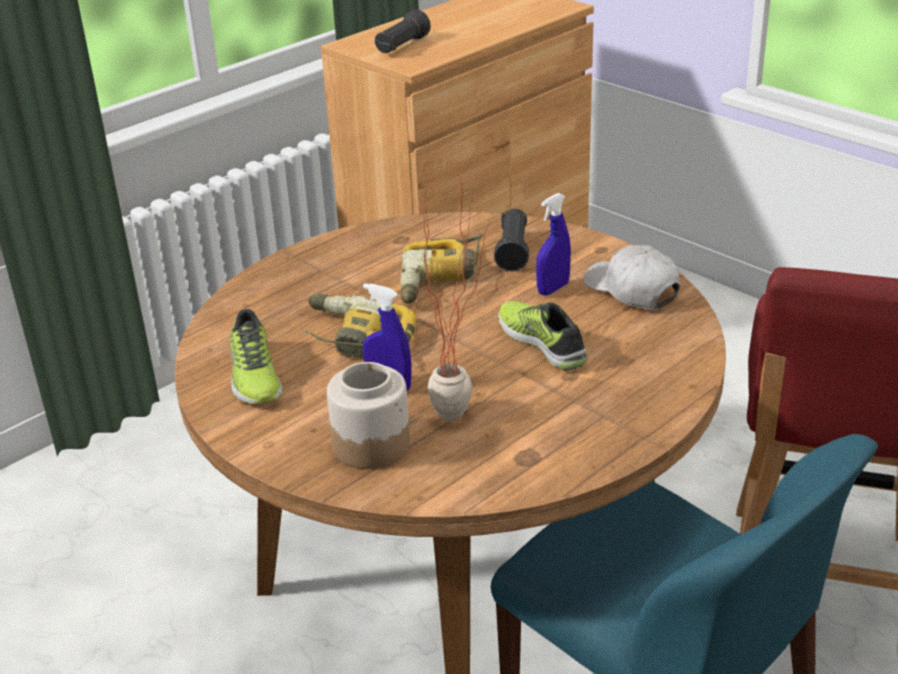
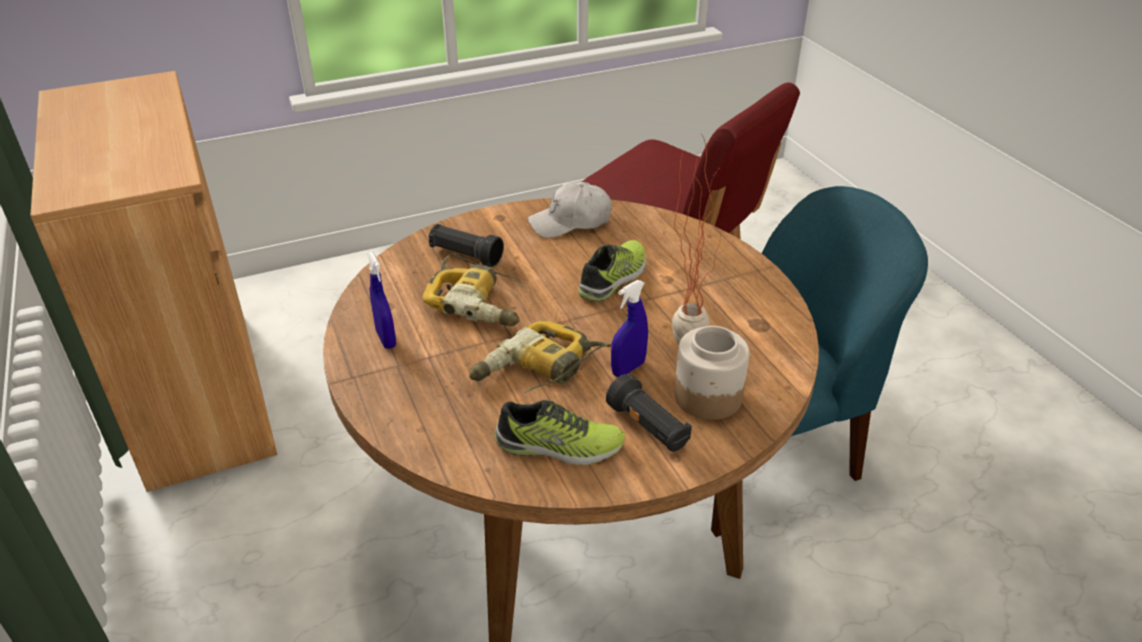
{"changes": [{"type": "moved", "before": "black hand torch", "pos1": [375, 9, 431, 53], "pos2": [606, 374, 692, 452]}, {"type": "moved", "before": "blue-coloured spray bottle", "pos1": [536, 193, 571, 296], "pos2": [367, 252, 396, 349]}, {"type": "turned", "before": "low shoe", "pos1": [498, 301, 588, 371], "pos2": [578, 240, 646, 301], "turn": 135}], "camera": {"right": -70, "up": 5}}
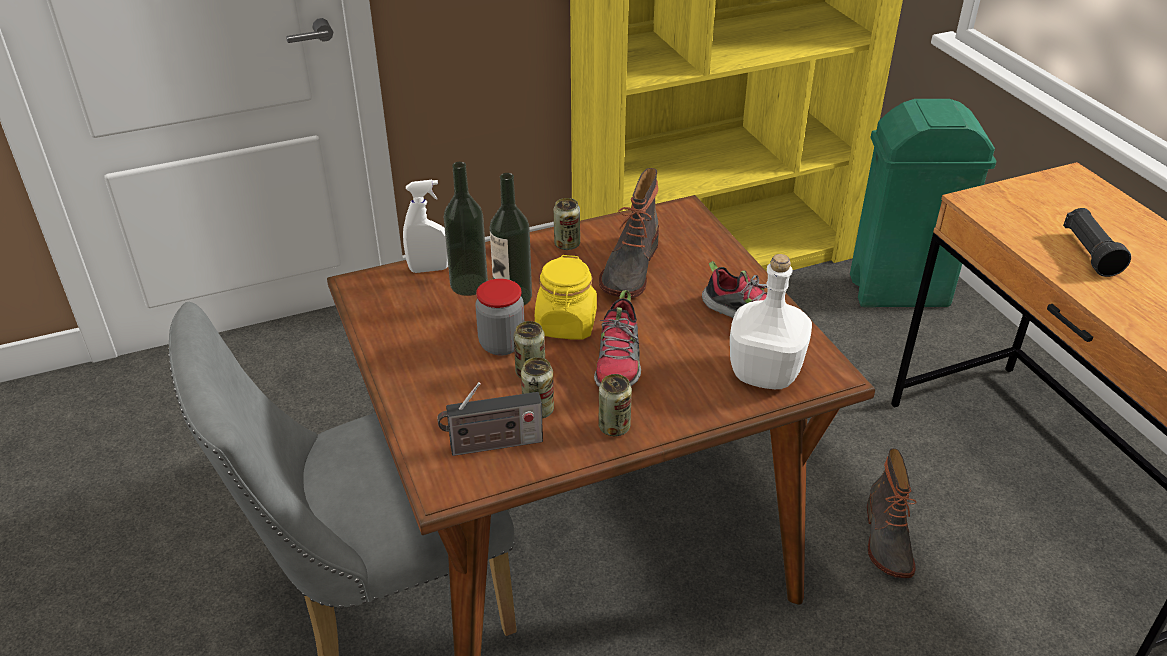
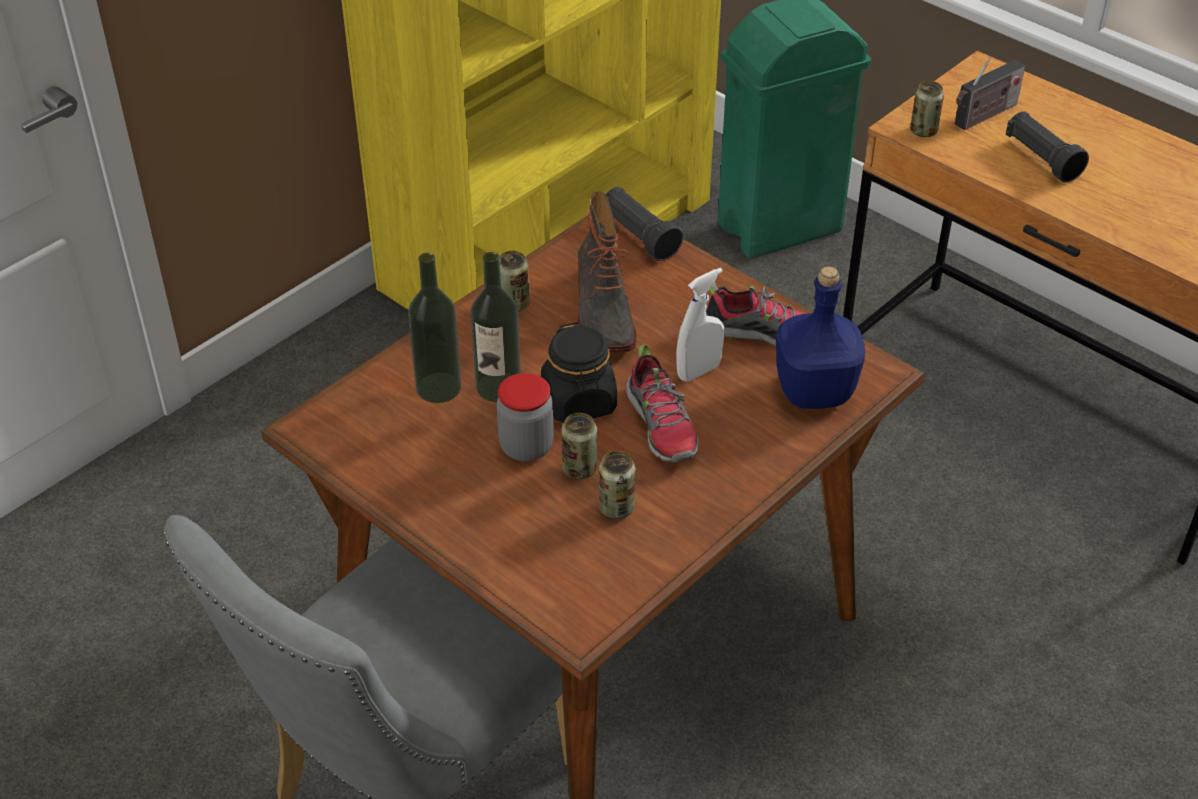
{"changes": [{"type": "moved", "before": "white-coloured spray bottle", "pos1": [403, 180, 448, 273], "pos2": [676, 268, 724, 381]}, {"type": "recoloured", "before": "white-coloured bottle", "after": "blue-coloured bottle", "pos1": [730, 254, 812, 389], "pos2": [776, 267, 865, 409]}, {"type": "recoloured", "before": "yellow-coloured preserve jar", "after": "black preserve jar", "pos1": [535, 255, 597, 340], "pos2": [541, 322, 617, 423]}, {"type": "moved", "before": "metal can", "pos1": [598, 374, 632, 436], "pos2": [910, 81, 944, 137]}, {"type": "moved", "before": "radio receiver", "pos1": [437, 382, 543, 456], "pos2": [955, 57, 1025, 130]}, {"type": "removed", "before": "boot", "pos1": [867, 448, 917, 578]}, {"type": "added", "after": "black hand torch", "pos2": [606, 187, 683, 261]}], "camera": {"right": -25, "up": 5}}
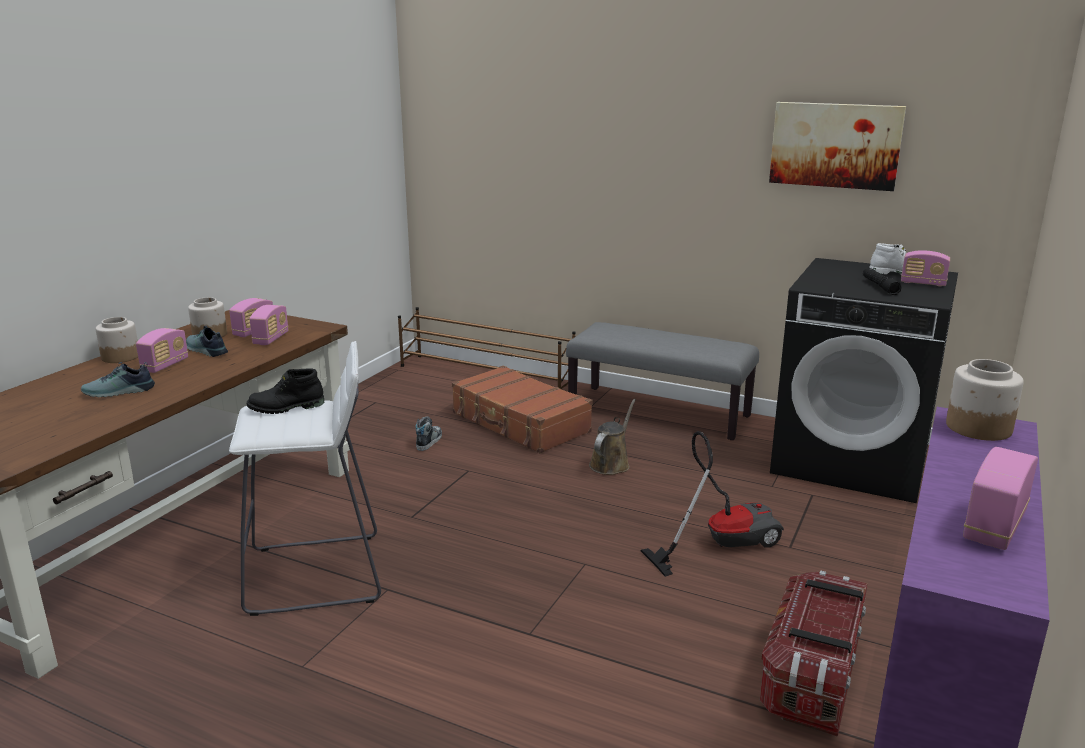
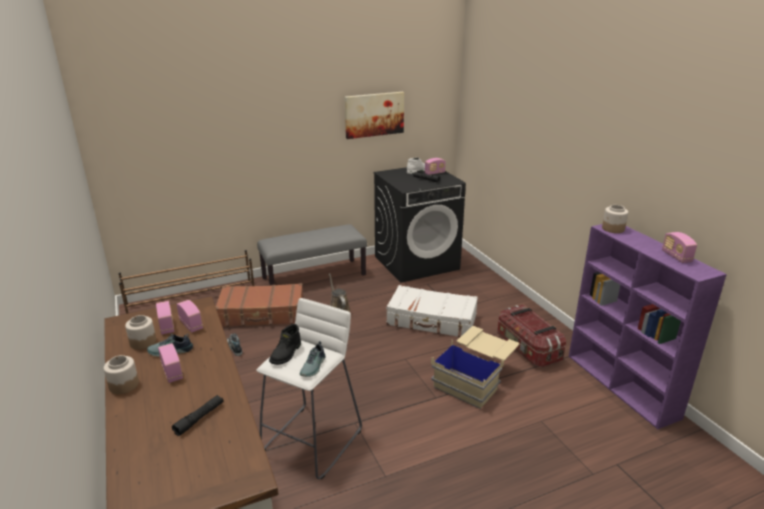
{"changes": [{"type": "moved", "before": "low shoe", "pos1": [81, 362, 155, 397], "pos2": [300, 341, 325, 377]}, {"type": "replaced", "before": "vacuum cleaner", "after": "white-coloured suitcase", "pos1": [641, 431, 784, 577], "pos2": [386, 285, 478, 337]}, {"type": "added", "after": "beige storage bin", "pos2": [431, 326, 520, 409]}, {"type": "added", "after": "black hand torch", "pos2": [172, 395, 224, 436]}], "camera": {"right": -50, "up": 5}}
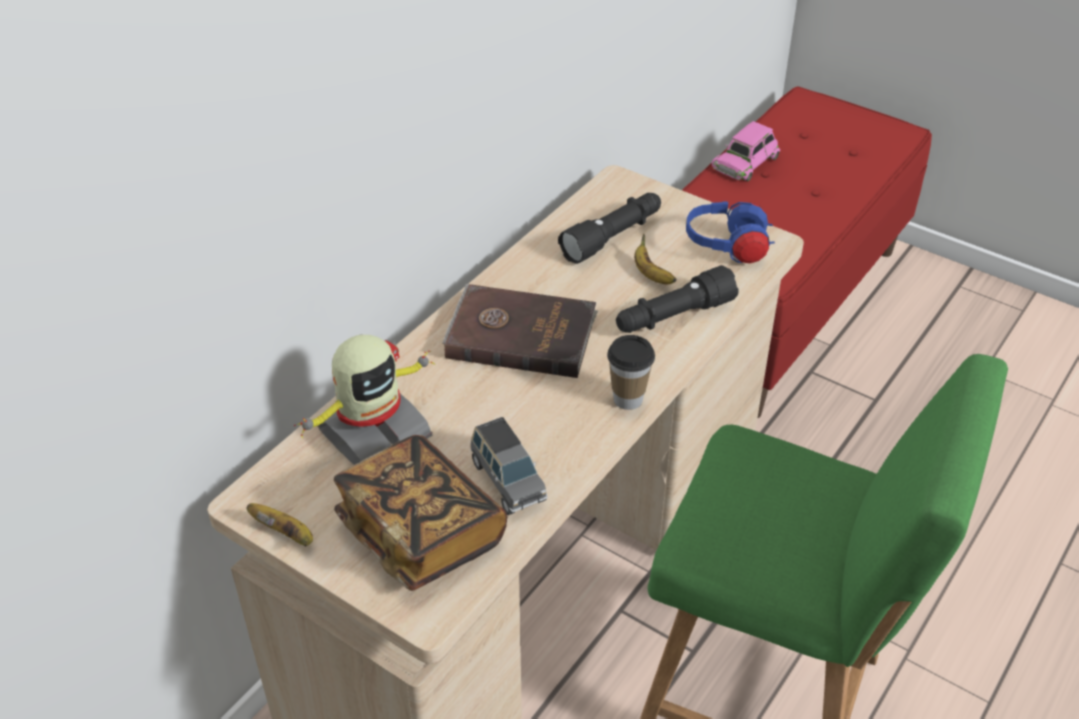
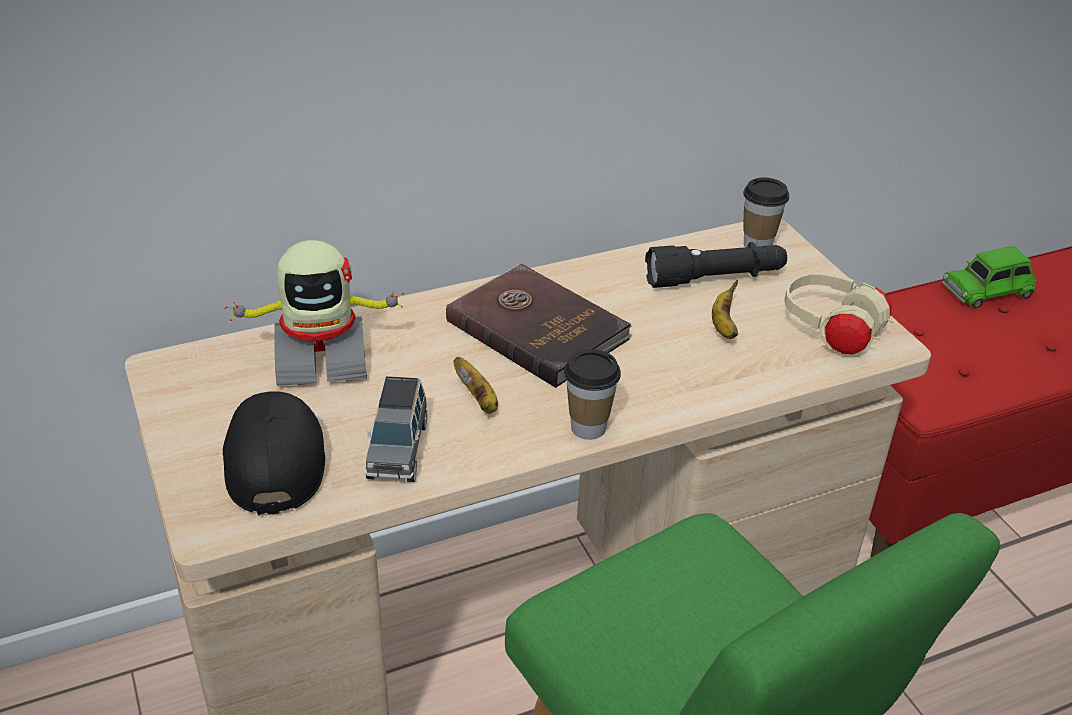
{"changes": [{"type": "recoloured", "before": "pinkish model car", "after": "green-coloured model car", "pos1": [712, 121, 780, 181], "pos2": [942, 246, 1036, 308]}, {"type": "recoloured", "before": "blue-coloured pair of headphones", "after": "beige pair of headphones", "pos1": [686, 201, 775, 263], "pos2": [784, 273, 894, 354]}, {"type": "removed", "before": "black hand torch", "pos1": [616, 265, 739, 333]}, {"type": "replaced", "before": "book", "after": "black cap", "pos1": [334, 435, 507, 591], "pos2": [223, 391, 325, 515]}, {"type": "moved", "before": "whole banana", "pos1": [247, 503, 313, 546], "pos2": [454, 357, 498, 414]}, {"type": "added", "after": "cup", "pos2": [743, 178, 789, 247]}], "camera": {"right": 30, "up": -5}}
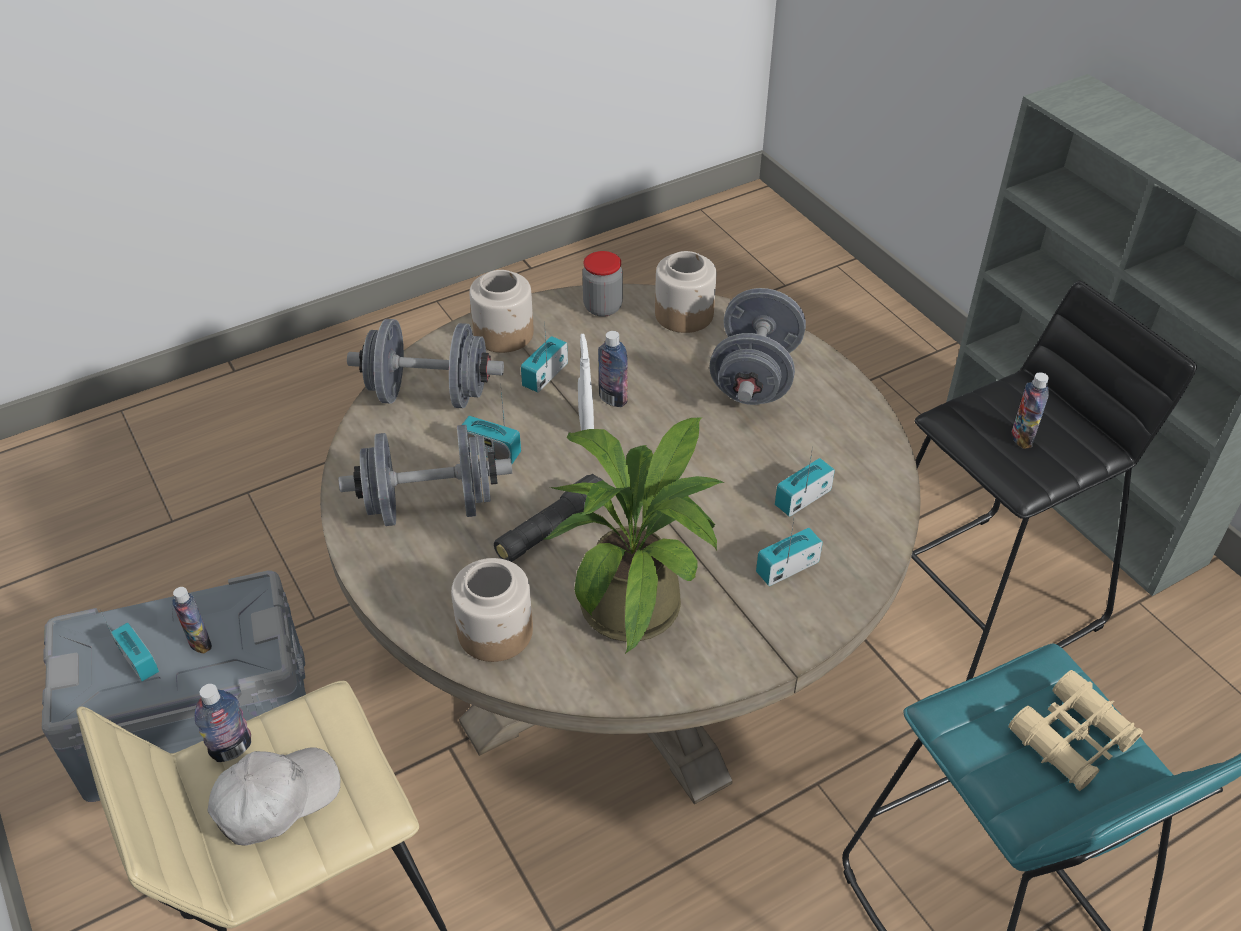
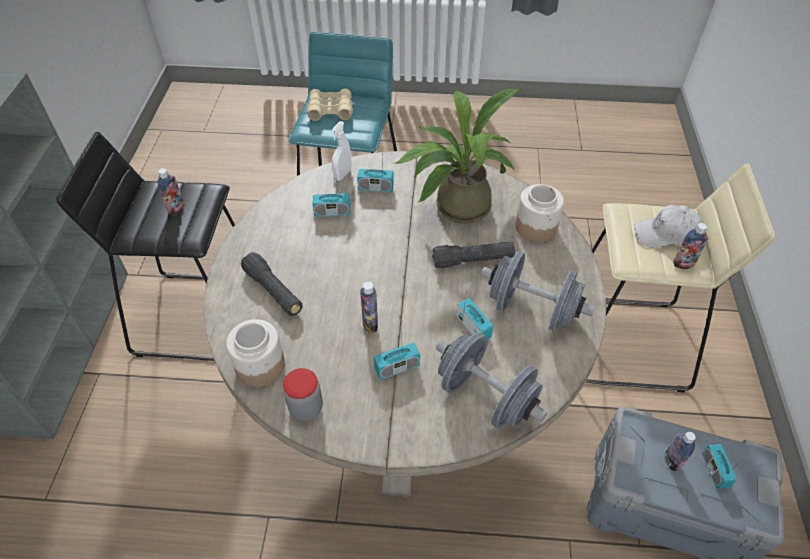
{"changes": [{"type": "removed", "before": "preserve jar", "pos1": [469, 270, 534, 353]}, {"type": "replaced", "before": "grey free weight", "after": "black hand torch", "pos1": [709, 288, 806, 405], "pos2": [241, 252, 303, 316]}, {"type": "moved", "before": "white-coloured spray bottle", "pos1": [578, 334, 594, 431], "pos2": [331, 121, 351, 181]}], "camera": {"right": -145, "up": 5}}
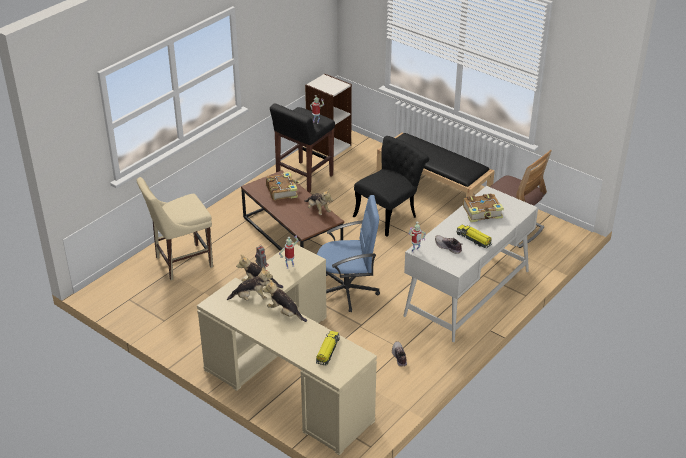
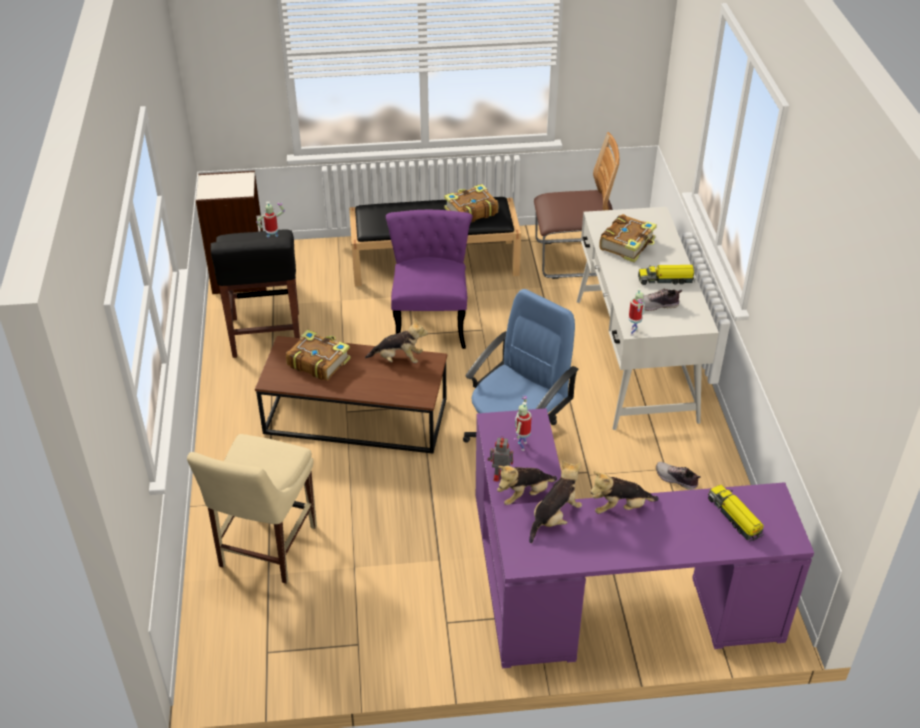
{"changes": [{"type": "recoloured", "before": "black upright chair", "after": "purple upright chair", "pos1": [353, 136, 429, 236], "pos2": [386, 210, 472, 349]}, {"type": "recoloured", "before": "beige desk unit", "after": "purple desk unit", "pos1": [197, 242, 377, 455], "pos2": [475, 408, 814, 668]}, {"type": "added", "after": "book", "pos2": [444, 184, 498, 223]}], "camera": {"right": -45, "up": 5}}
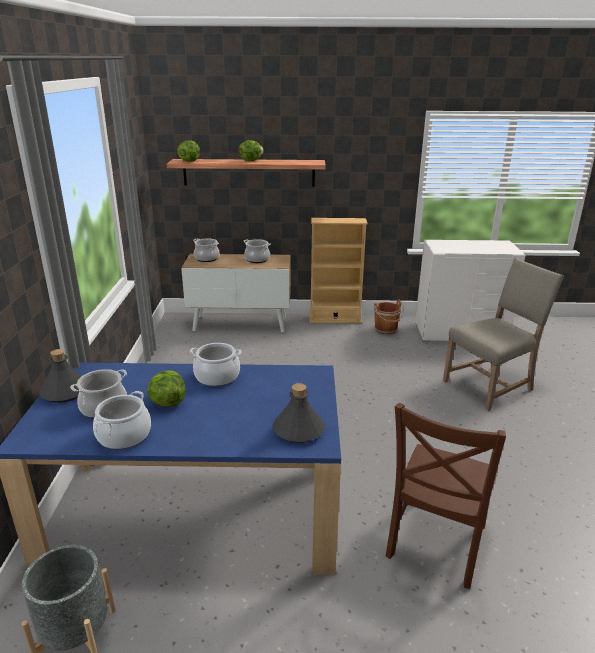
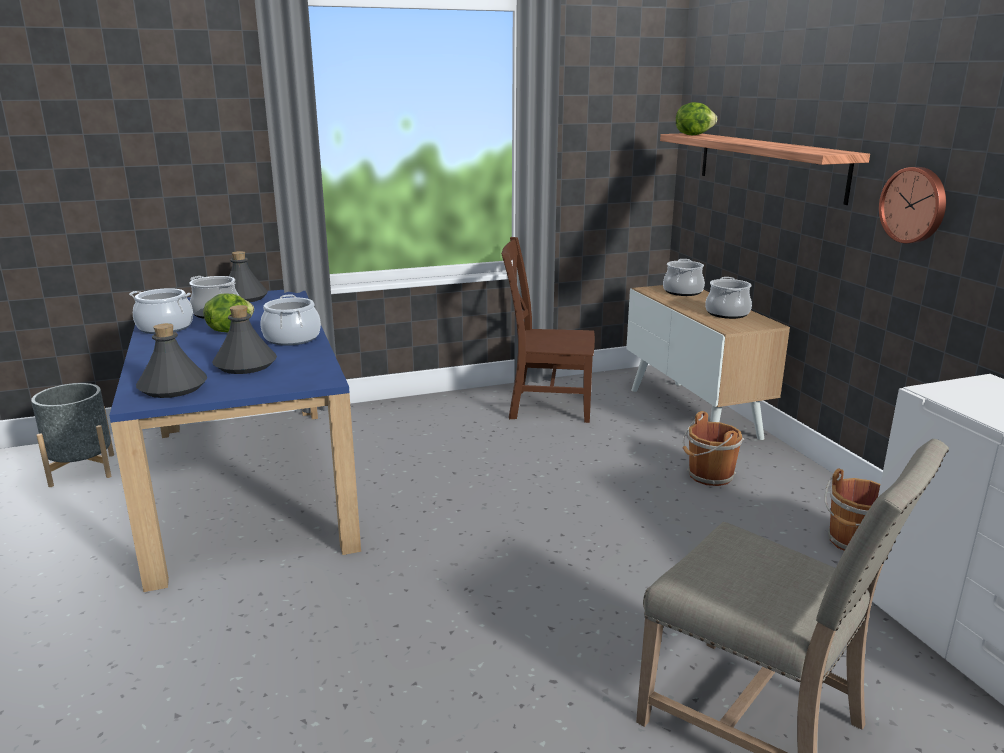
{"changes": [{"type": "removed", "before": "lettuce head", "pos1": [239, 140, 264, 161]}, {"type": "removed", "before": "beige shelving unit", "pos1": [310, 218, 368, 323]}, {"type": "moved", "before": "brown upright chair", "pos1": [386, 403, 506, 589], "pos2": [501, 237, 595, 423]}, {"type": "added", "after": "wall clock", "pos2": [879, 167, 946, 243]}, {"type": "added", "after": "grey bottle", "pos2": [212, 305, 277, 374]}, {"type": "added", "after": "brown pail", "pos2": [683, 411, 744, 486]}], "camera": {"right": 70, "up": -5}}
